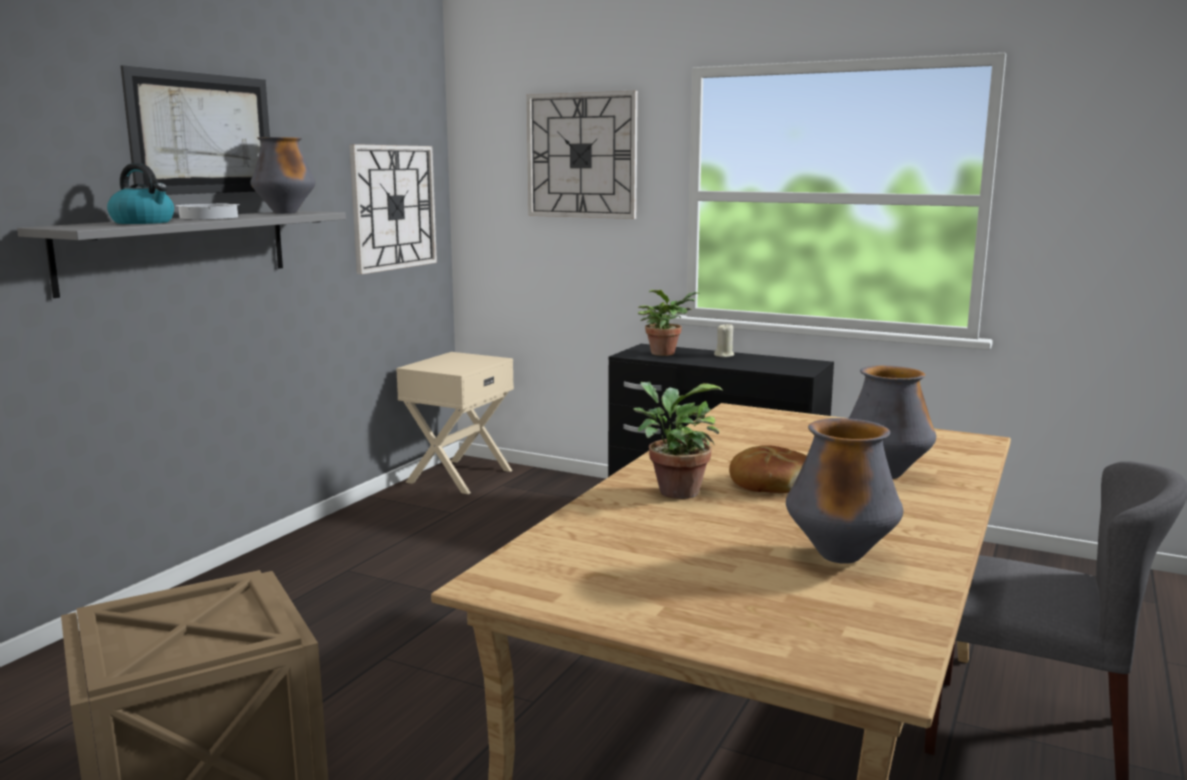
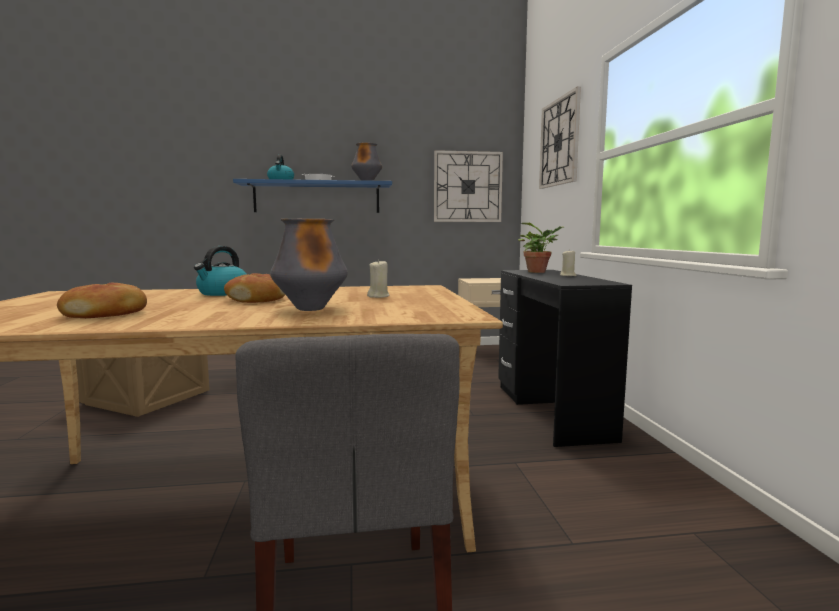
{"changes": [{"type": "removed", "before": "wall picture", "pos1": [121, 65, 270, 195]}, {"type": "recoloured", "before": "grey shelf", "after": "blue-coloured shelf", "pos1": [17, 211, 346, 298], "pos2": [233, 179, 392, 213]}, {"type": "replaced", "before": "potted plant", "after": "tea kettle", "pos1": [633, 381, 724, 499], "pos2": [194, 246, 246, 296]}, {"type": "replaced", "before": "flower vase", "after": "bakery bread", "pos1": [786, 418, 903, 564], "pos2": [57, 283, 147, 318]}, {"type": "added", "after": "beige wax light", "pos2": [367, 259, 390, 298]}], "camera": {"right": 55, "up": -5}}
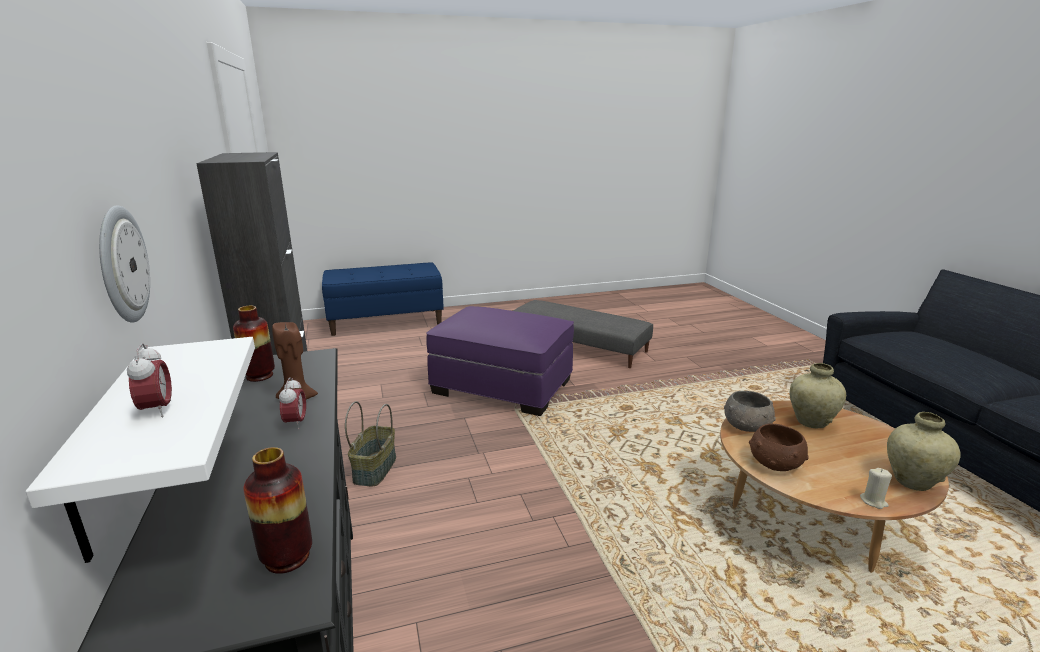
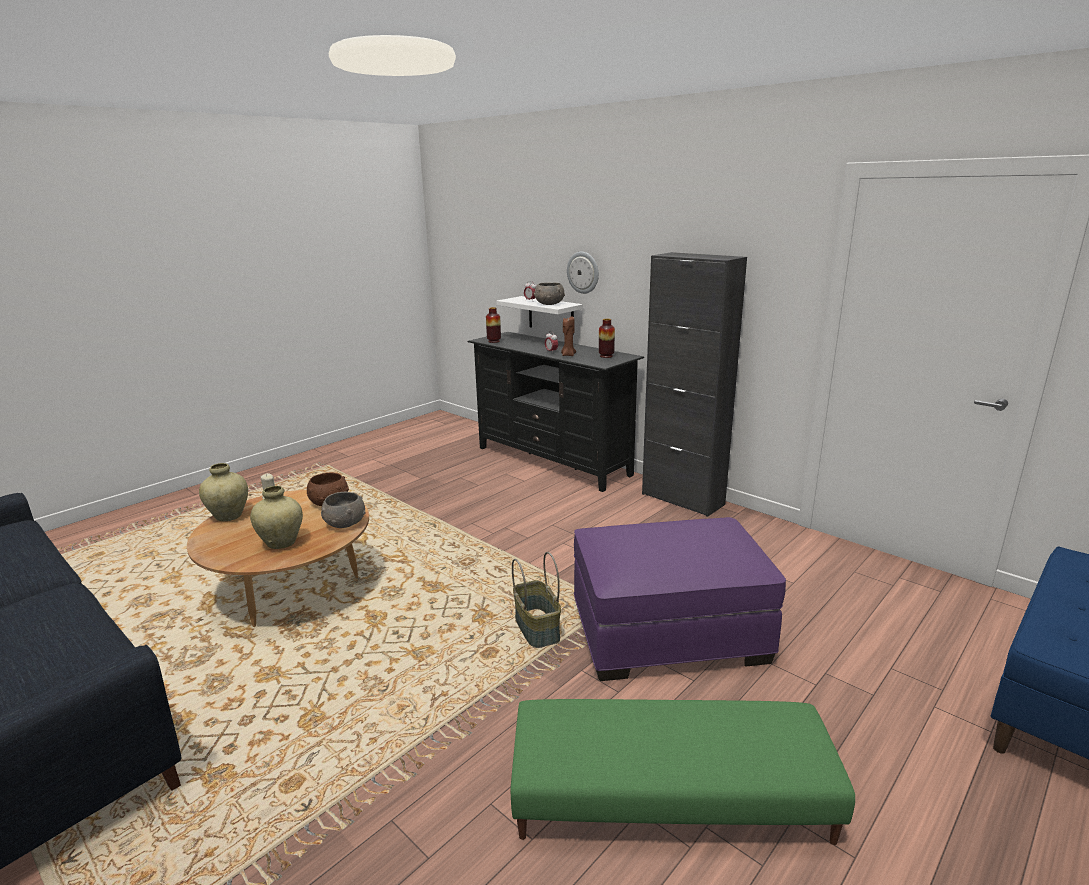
{"changes": [{"type": "recoloured", "before": "grey ottoman", "after": "green-coloured ottoman", "pos1": [513, 300, 653, 368], "pos2": [511, 699, 855, 845]}, {"type": "moved", "before": "basket", "pos1": [345, 401, 396, 487], "pos2": [512, 552, 561, 648]}, {"type": "added", "after": "grey bowl", "pos2": [534, 282, 565, 305]}], "camera": {"right": 150, "up": 0}}
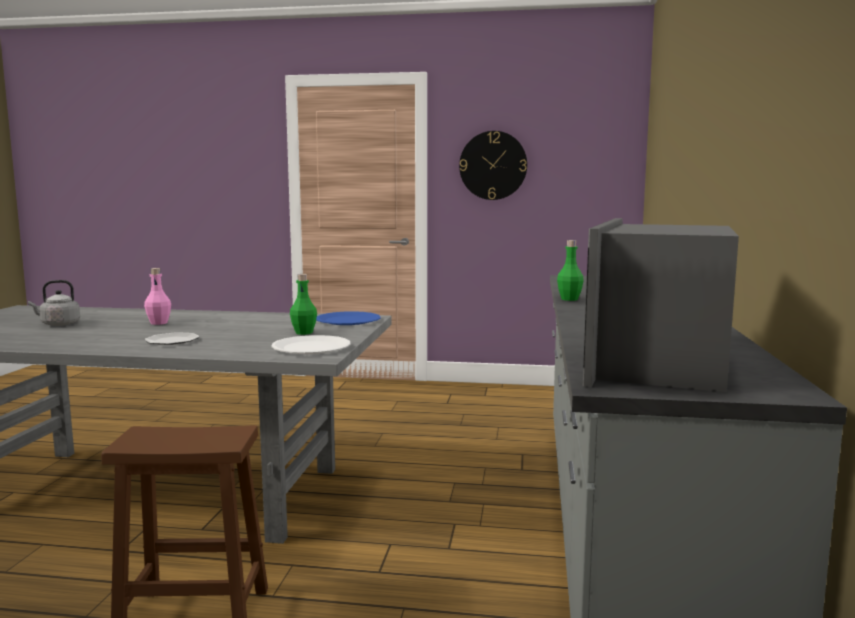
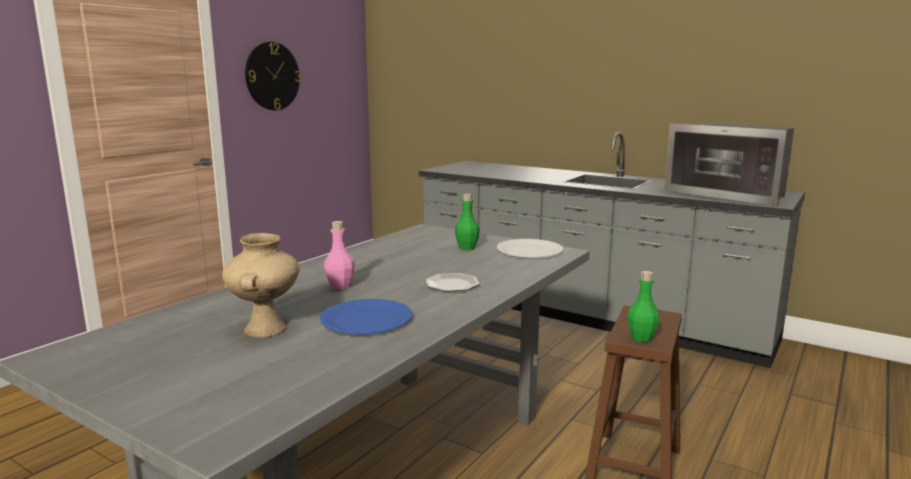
{"changes": [{"type": "moved", "before": "green-coloured bottle", "pos1": [557, 240, 584, 301], "pos2": [628, 271, 659, 342]}, {"type": "replaced", "before": "grey tea kettle", "after": "beige flower vase", "pos1": [28, 280, 80, 326], "pos2": [222, 233, 300, 337]}, {"type": "moved", "before": "blue-coloured plate", "pos1": [316, 311, 380, 325], "pos2": [320, 299, 413, 334]}], "camera": {"right": -65, "up": 5}}
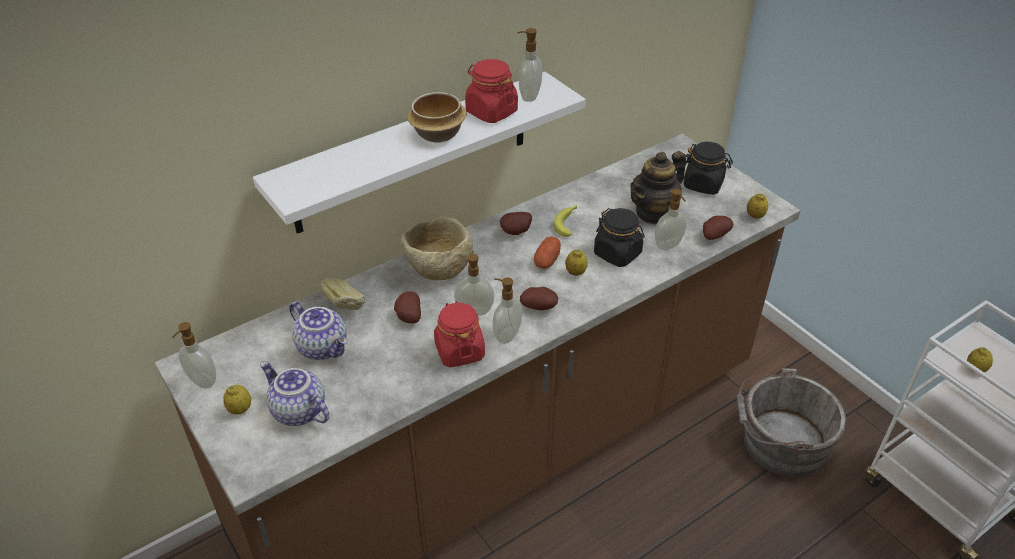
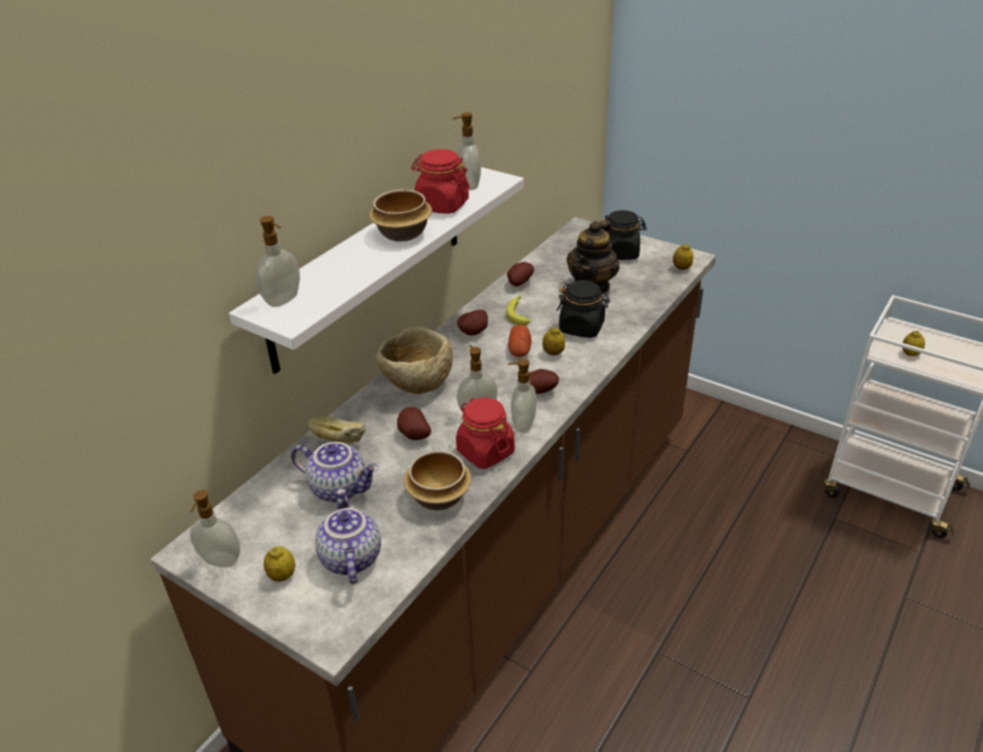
{"changes": [{"type": "moved", "before": "soap dispenser", "pos1": [655, 189, 687, 250], "pos2": [256, 216, 300, 307]}, {"type": "moved", "before": "whole potato", "pos1": [703, 216, 734, 240], "pos2": [507, 262, 534, 287]}, {"type": "turned", "before": "pot for tea", "pos1": [260, 361, 330, 426], "pos2": [315, 489, 381, 584], "turn": 60}, {"type": "removed", "before": "grey pail", "pos1": [736, 368, 846, 477]}, {"type": "added", "after": "bowl", "pos2": [404, 451, 471, 510]}], "camera": {"right": -20, "up": -5}}
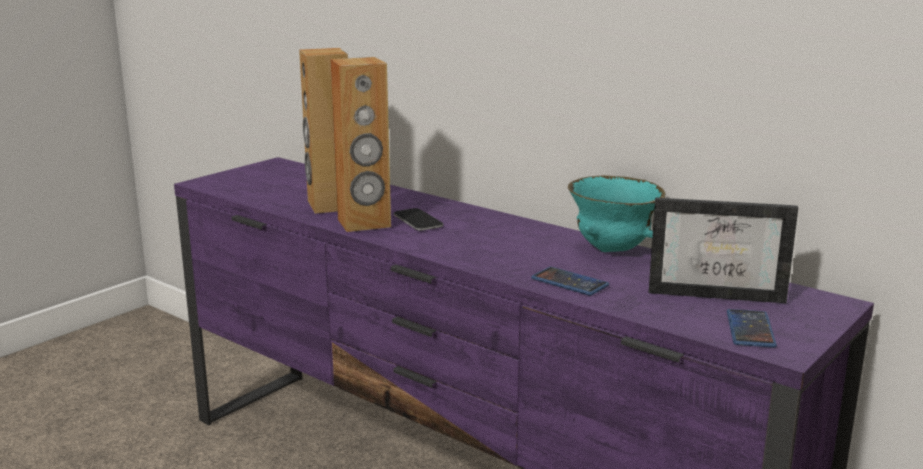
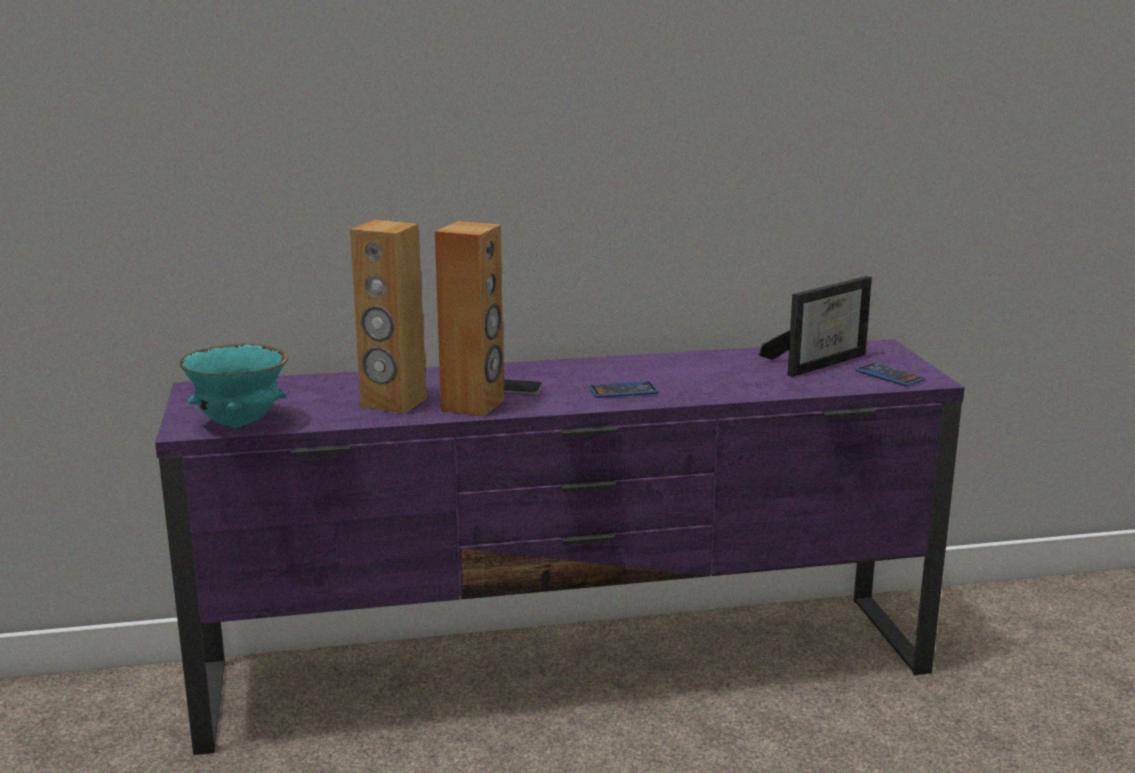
{"changes": [{"type": "moved", "before": "turquoise-coloured bowl", "pos1": [568, 175, 666, 252], "pos2": [179, 344, 288, 428]}, {"type": "moved", "before": "telephone", "pos1": [531, 267, 609, 296], "pos2": [588, 381, 659, 398]}], "camera": {"right": -50, "up": 0}}
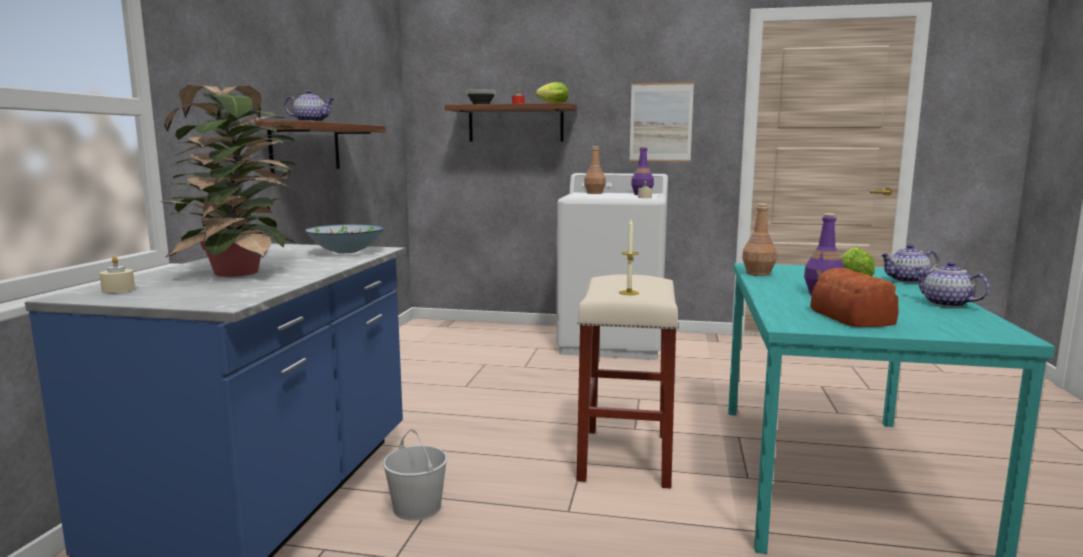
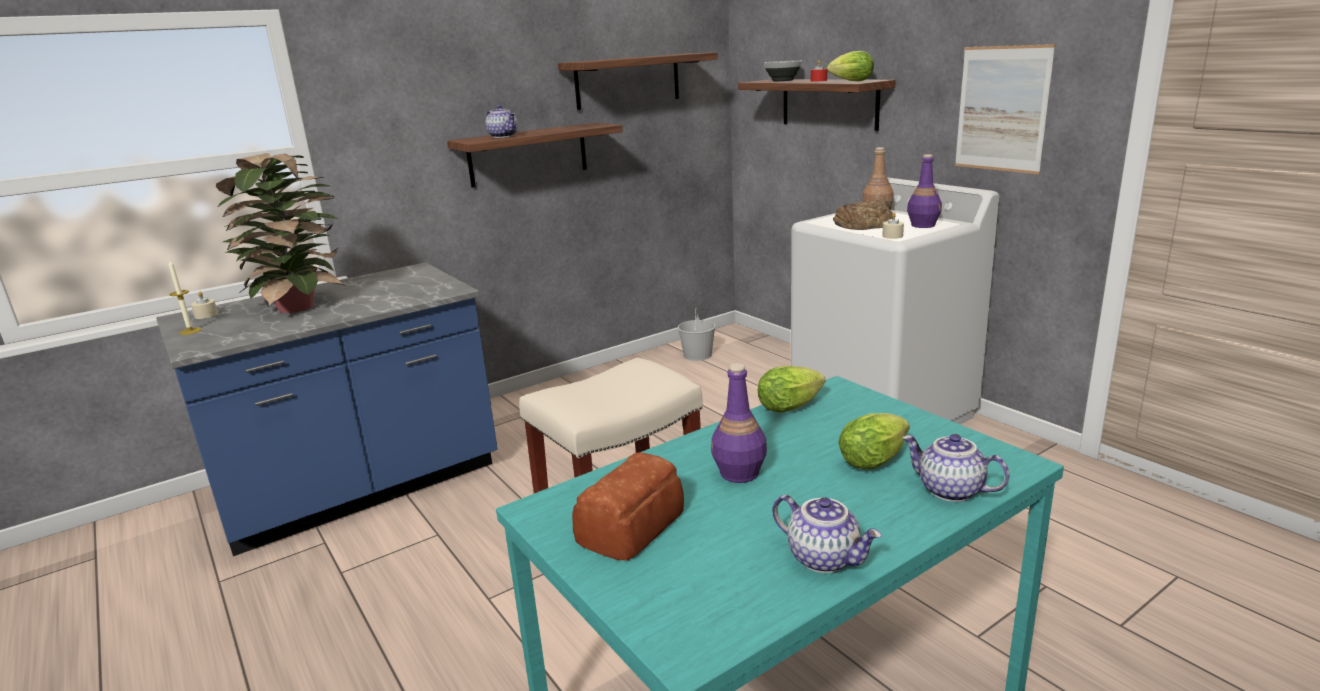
{"changes": [{"type": "replaced", "before": "brown bottle", "after": "lettuce head", "pos1": [742, 204, 777, 276], "pos2": [758, 366, 826, 413]}, {"type": "moved", "before": "wax light", "pos1": [619, 220, 639, 295], "pos2": [168, 259, 202, 335]}, {"type": "removed", "before": "bowl", "pos1": [305, 224, 385, 253]}, {"type": "turned", "before": "pot for tea", "pos1": [914, 262, 989, 307], "pos2": [772, 495, 882, 573], "turn": 120}, {"type": "moved", "before": "white-coloured pail", "pos1": [383, 429, 448, 521], "pos2": [678, 308, 716, 361]}, {"type": "added", "after": "shelf", "pos2": [558, 52, 718, 110]}, {"type": "added", "after": "bakery bread", "pos2": [833, 200, 893, 230]}], "camera": {"right": 45, "up": 10}}
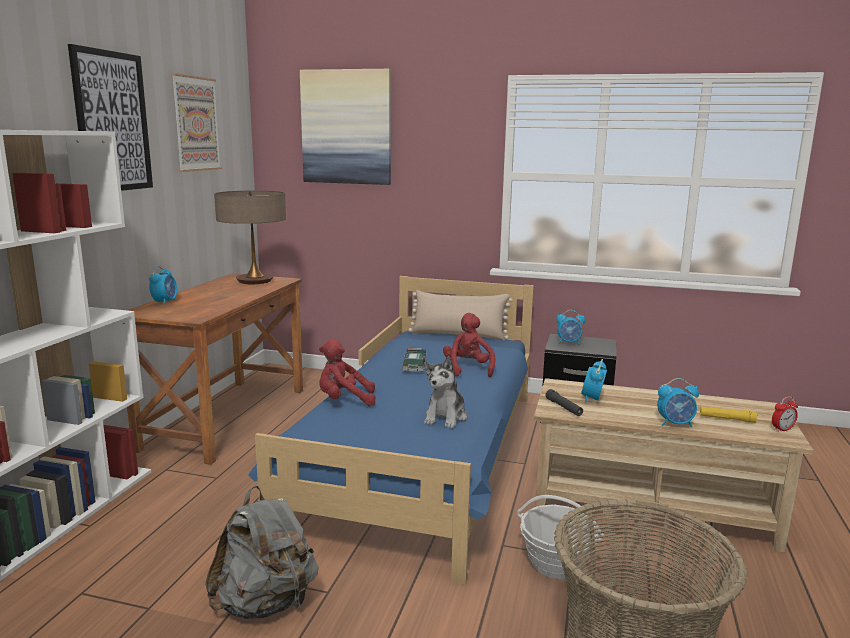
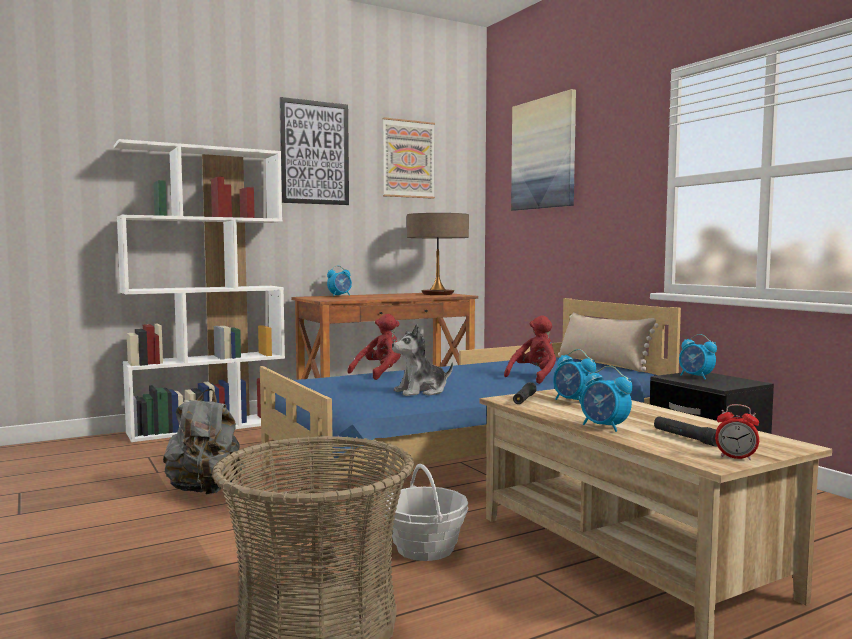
{"changes": [{"type": "turned", "before": "reddish plush toy", "pos1": [319, 340, 376, 406], "pos2": [348, 314, 401, 380], "turn": 90}, {"type": "removed", "before": "model car", "pos1": [401, 348, 427, 372]}, {"type": "turned", "before": "table clock", "pos1": [581, 359, 607, 403], "pos2": [553, 349, 596, 404], "turn": -105}, {"type": "recoloured", "before": "yellow-coloured hand torch", "after": "black hand torch", "pos1": [700, 407, 757, 423], "pos2": [654, 416, 718, 447]}], "camera": {"right": 45, "up": -10}}
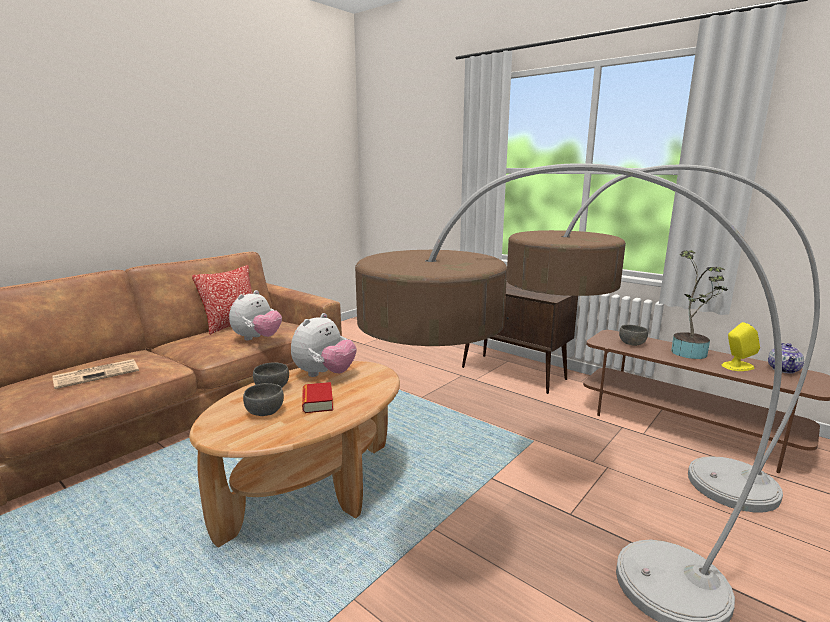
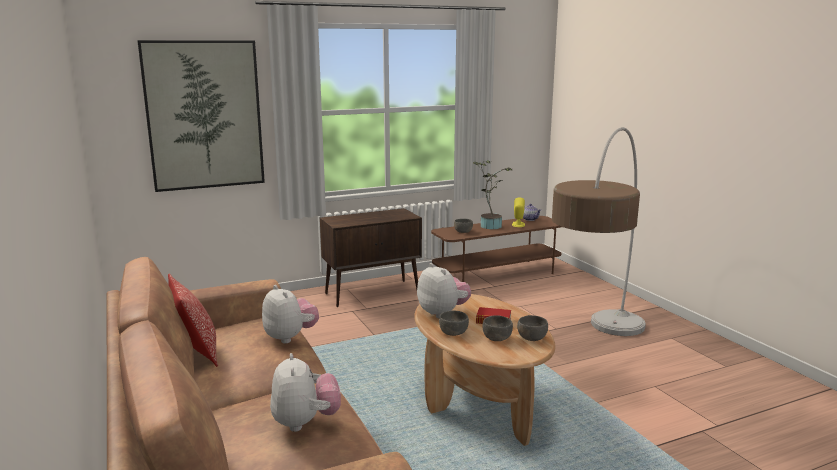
{"changes": [{"type": "removed", "before": "standing lamp", "pos1": [507, 165, 820, 512]}, {"type": "replaced", "before": "newspaper", "after": "plush toy", "pos1": [52, 359, 139, 389], "pos2": [270, 353, 341, 432]}, {"type": "added", "after": "wall picture", "pos2": [137, 40, 265, 192]}, {"type": "added", "after": "grey bowl", "pos2": [517, 315, 548, 341]}], "camera": {"right": -65, "up": 0}}
